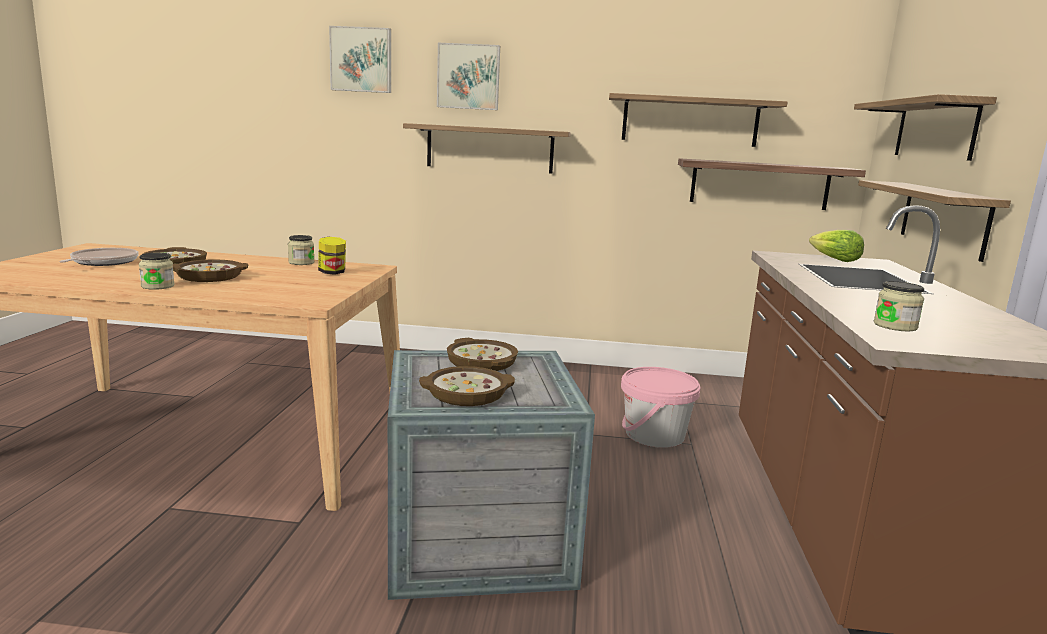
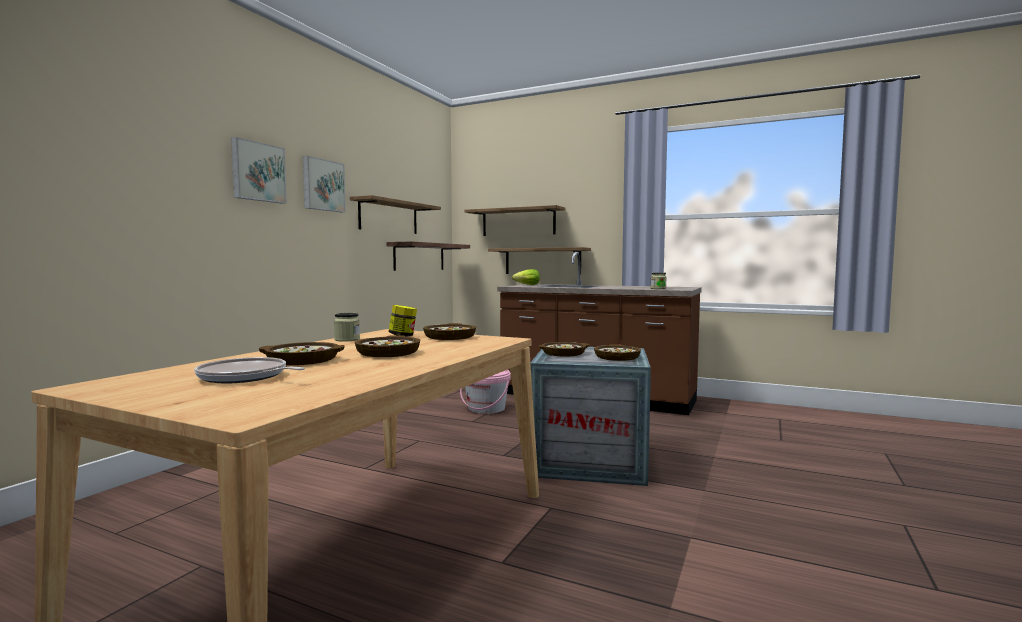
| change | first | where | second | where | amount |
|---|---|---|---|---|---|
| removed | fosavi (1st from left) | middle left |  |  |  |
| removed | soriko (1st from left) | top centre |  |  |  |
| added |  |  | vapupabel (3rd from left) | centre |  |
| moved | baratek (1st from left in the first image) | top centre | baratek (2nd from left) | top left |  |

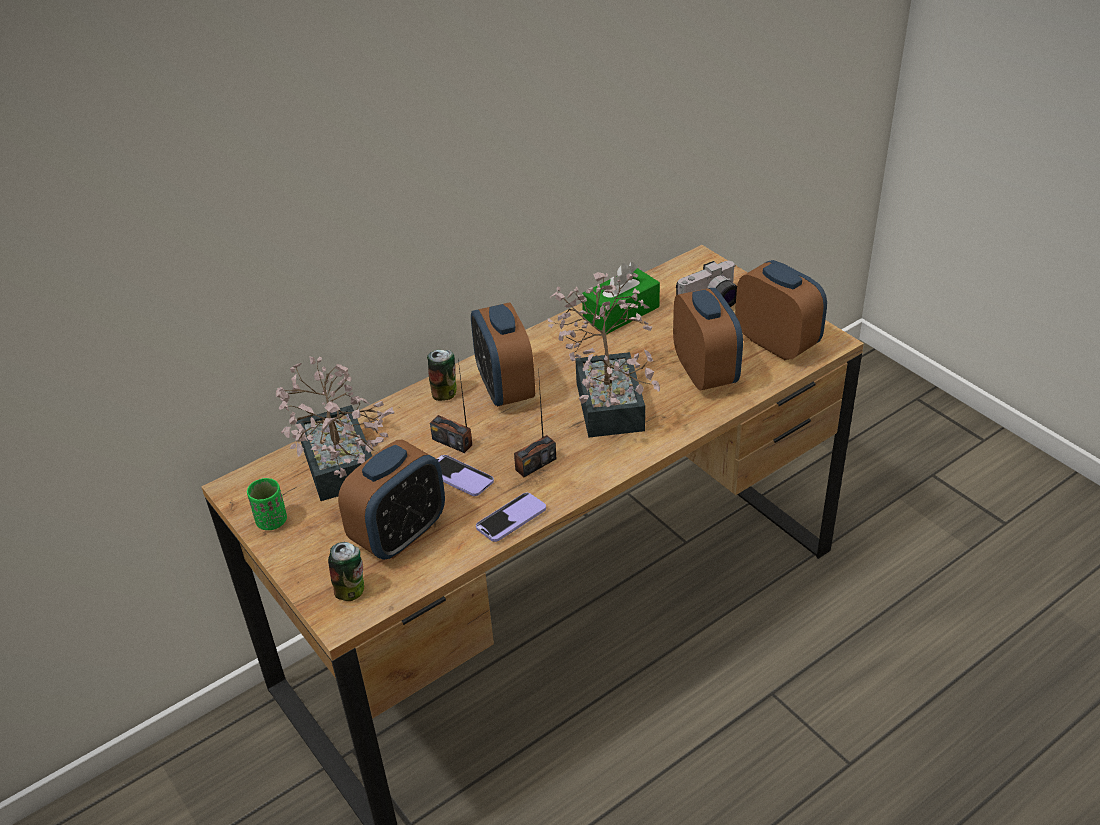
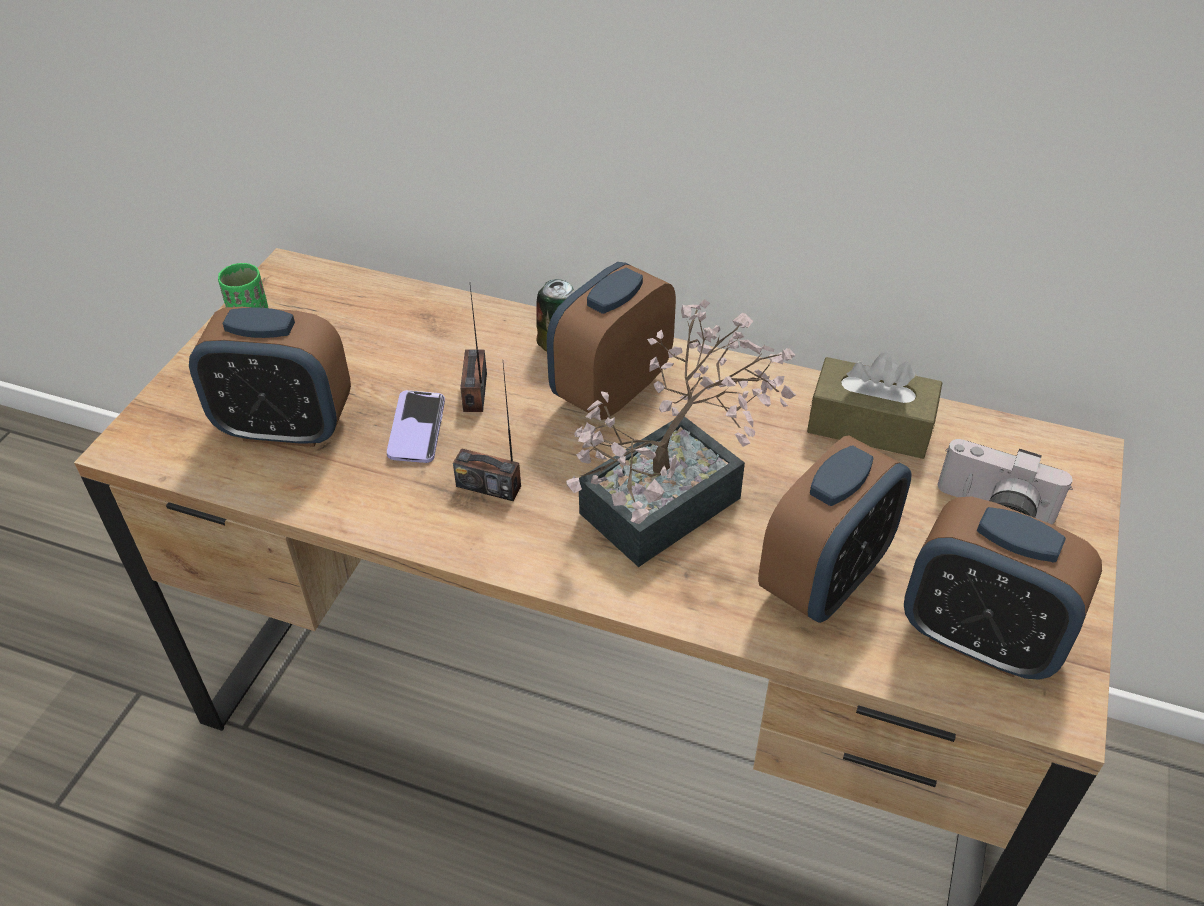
| change | first | where | second | where | amount |
|---|---|---|---|---|---|
| removed | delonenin (1st from left) | middle left |  |  |  |
| removed | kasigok (1st from left) | bottom left |  |  |  |
| removed | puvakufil (2nd from left) | centre |  |  |  |
| recoloured | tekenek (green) | centre | tekenek (brown) | middle right |  |
| turned | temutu (4th from left) | middle right |  | middle right | 105 degrees clockwise |

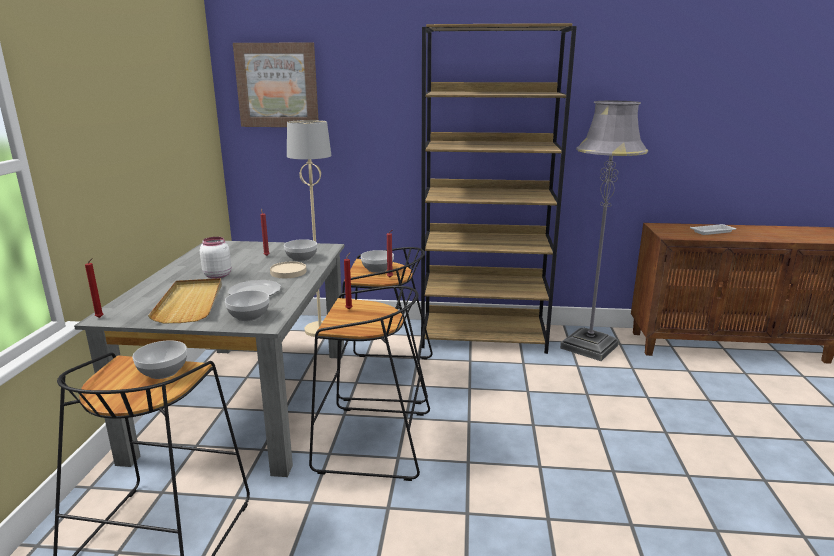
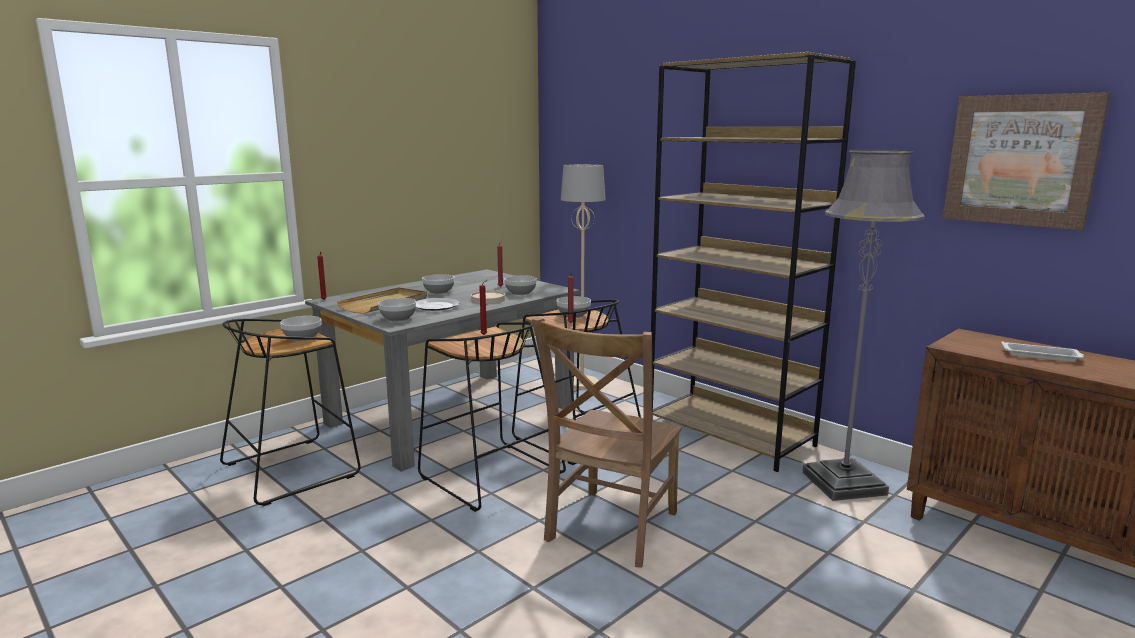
| change | first | where | second | where | amount |
|---|---|---|---|---|---|
| added |  |  | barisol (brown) | bottom centre |  |
| moved | baratek | top left |  | top right |  |
| replaced | fosavi (white) | middle left | vapupabel (3rd from left) | centre |  |

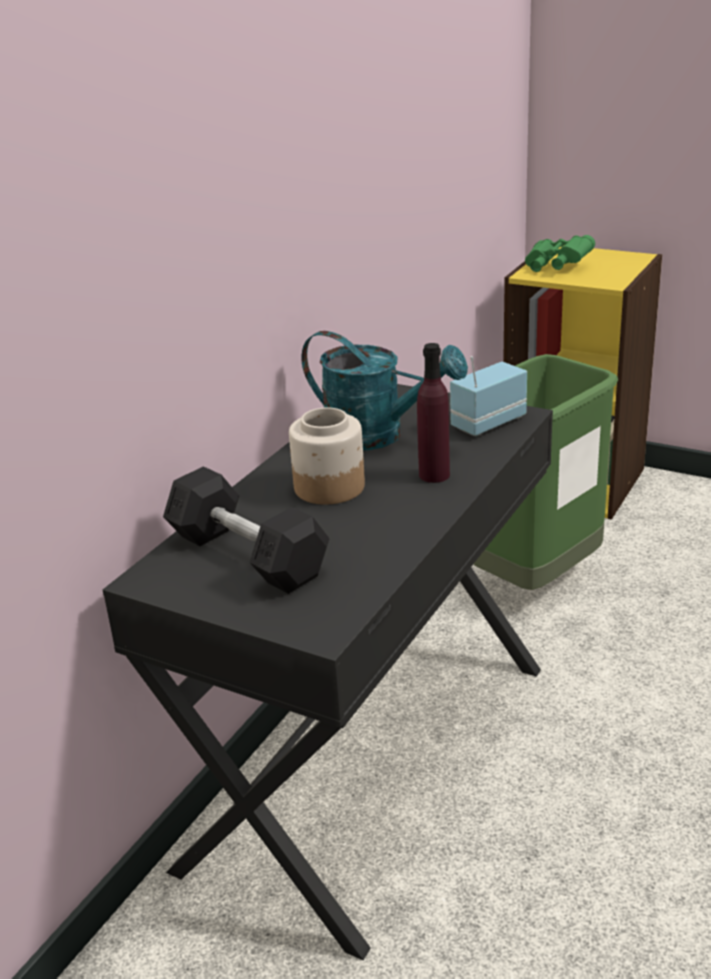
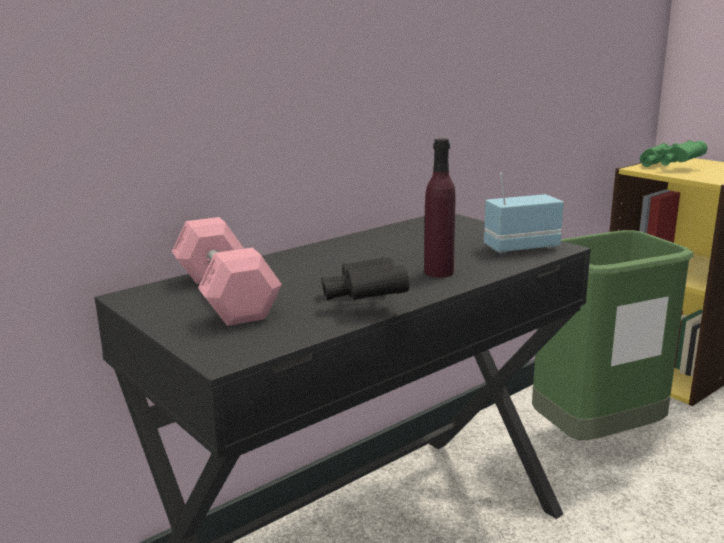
| change | first | where | second | where | amount |
|---|---|---|---|---|---|
| removed | fosavi | centre |  |  |  |
| removed | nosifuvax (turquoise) | centre |  |  |  |
| added |  |  | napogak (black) | centre |  |
| recoloured | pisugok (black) | centre | pisugok (pink) | middle left |  |

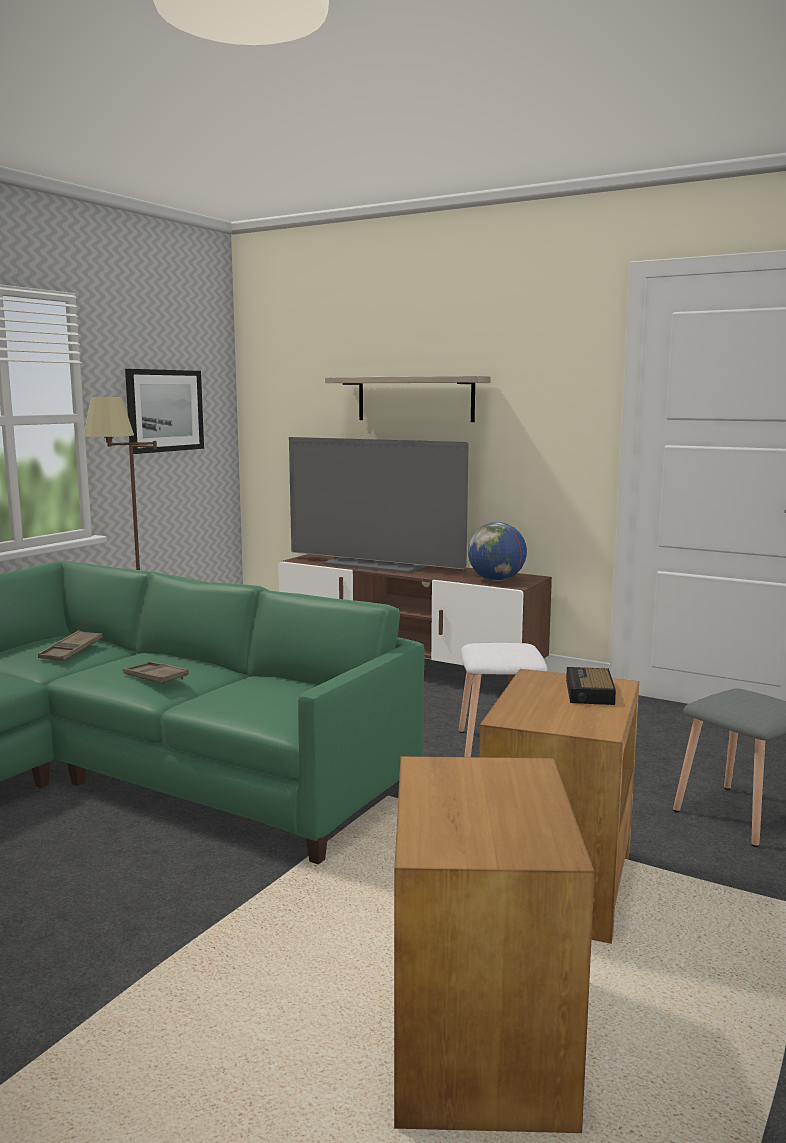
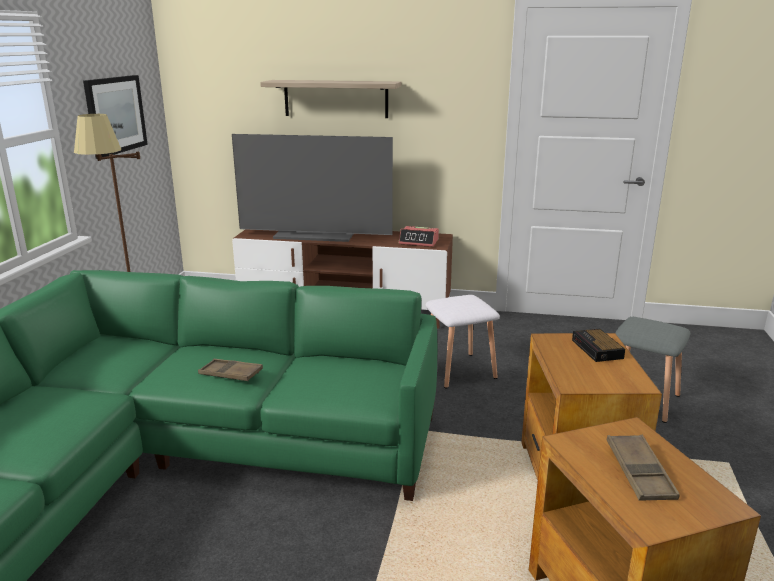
| change | first | where | second | where | amount |
|---|---|---|---|---|---|
| moved | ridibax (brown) (1st from left in the first image) | middle left | ridibax (brown) (2nd from left) | bottom right |  |
| replaced | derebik | centre | temutu (1st from left) | centre |  |

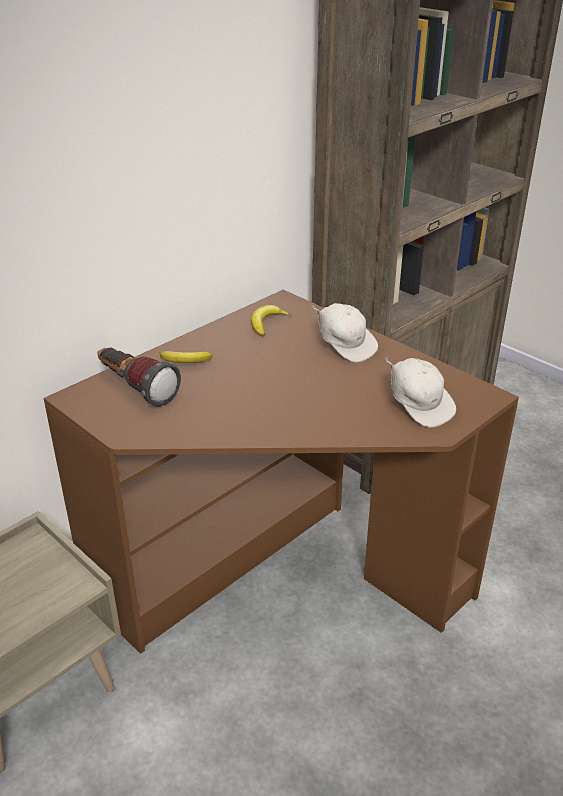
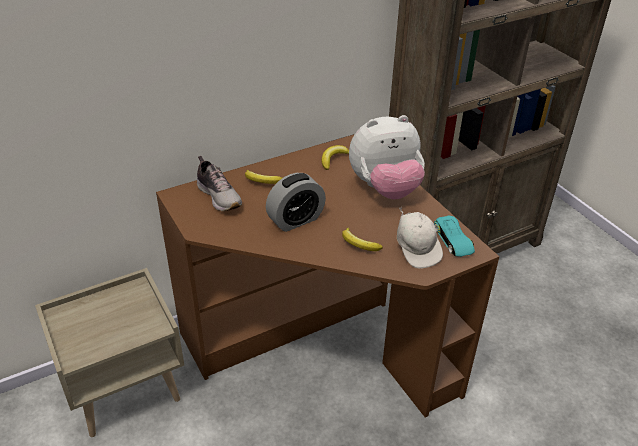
| change | first | where | second | where | amount |
|---|---|---|---|---|---|
| added |  |  | temutu | centre |  |
| added |  |  | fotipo (3rd from left) | centre |  |
| added |  |  | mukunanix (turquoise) | middle right |  |
| replaced | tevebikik | middle left | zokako | centre |  |
| replaced | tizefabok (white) (1st from left) | centre | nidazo | centre |  |

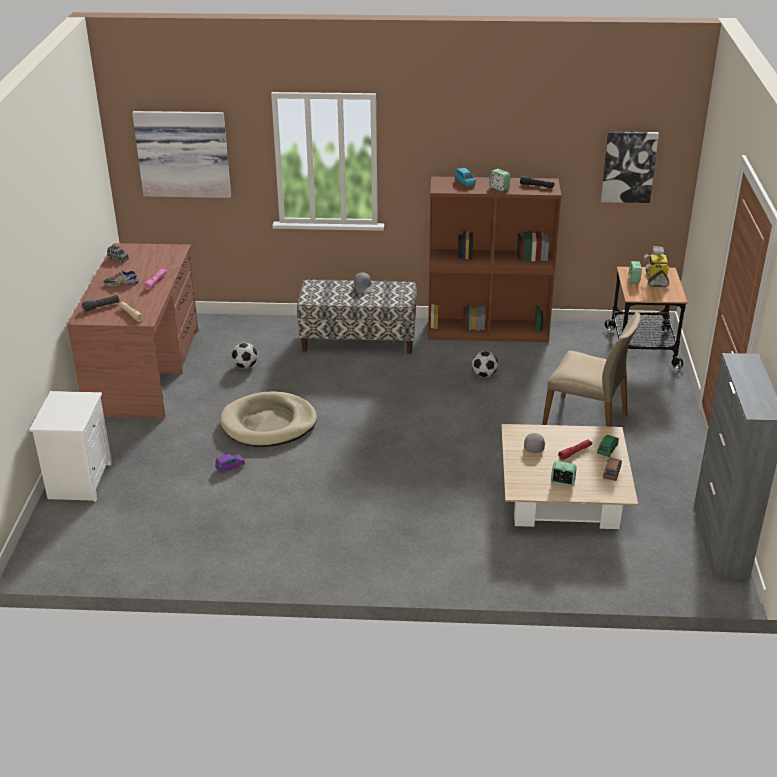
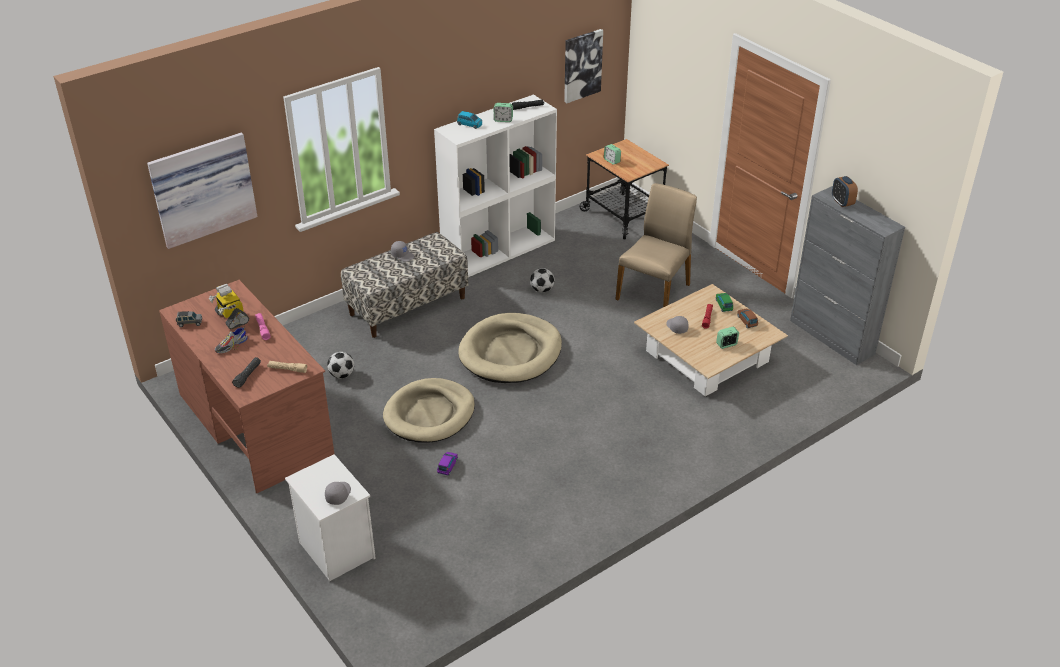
| change | first | where | second | where | amount |
|---|---|---|---|---|---|
| added |  |  | tizefabok (grey) (1st from left) | bottom left |  |
| added |  |  | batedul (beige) (2nd from left) | centre |  |
| added |  |  | temutu (4th from left) | top right |  |
| moved | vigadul | middle right |  | middle left |  |
| recoloured | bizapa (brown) | centre | bizapa (white) | top centre |  |
| turned | barisol (beige) | middle right |  | centre | 45 degrees counterclockwise |

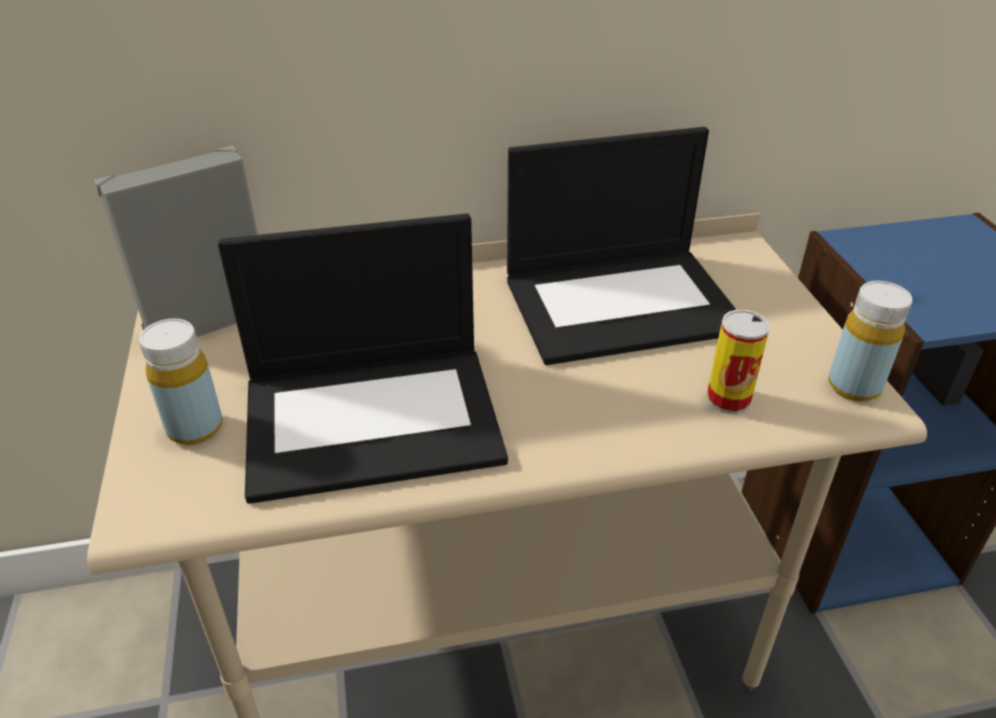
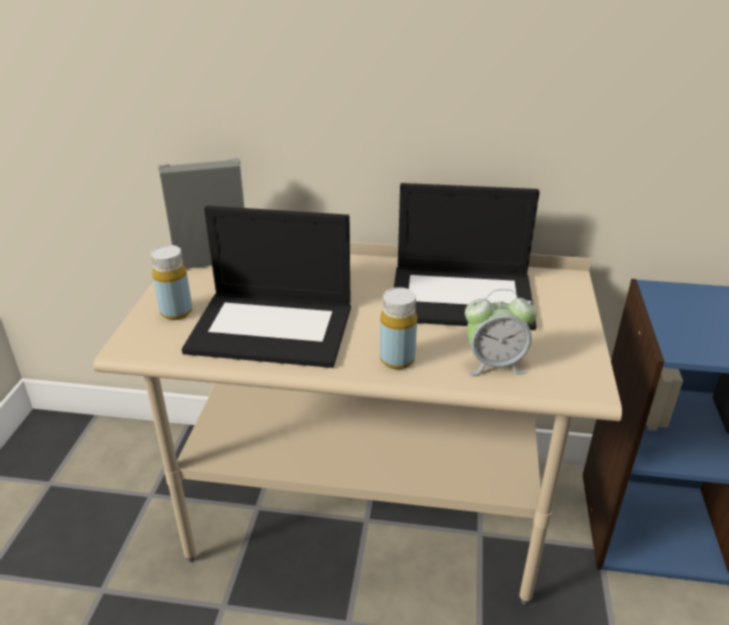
| change | first | where | second | where | amount |
|---|---|---|---|---|---|
| moved | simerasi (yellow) (2nd from left) | middle right |  | centre |  |
| replaced | kasigok | middle right | temutu | middle right |  |

